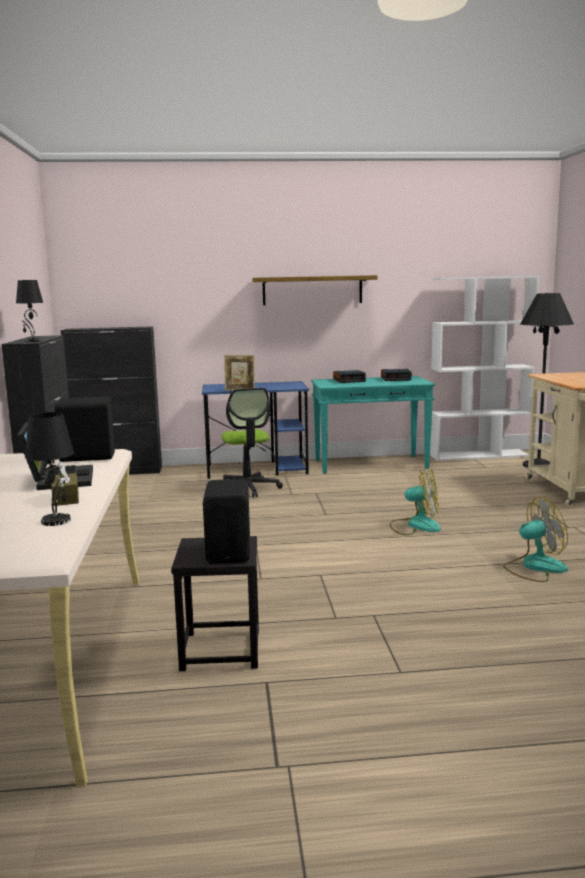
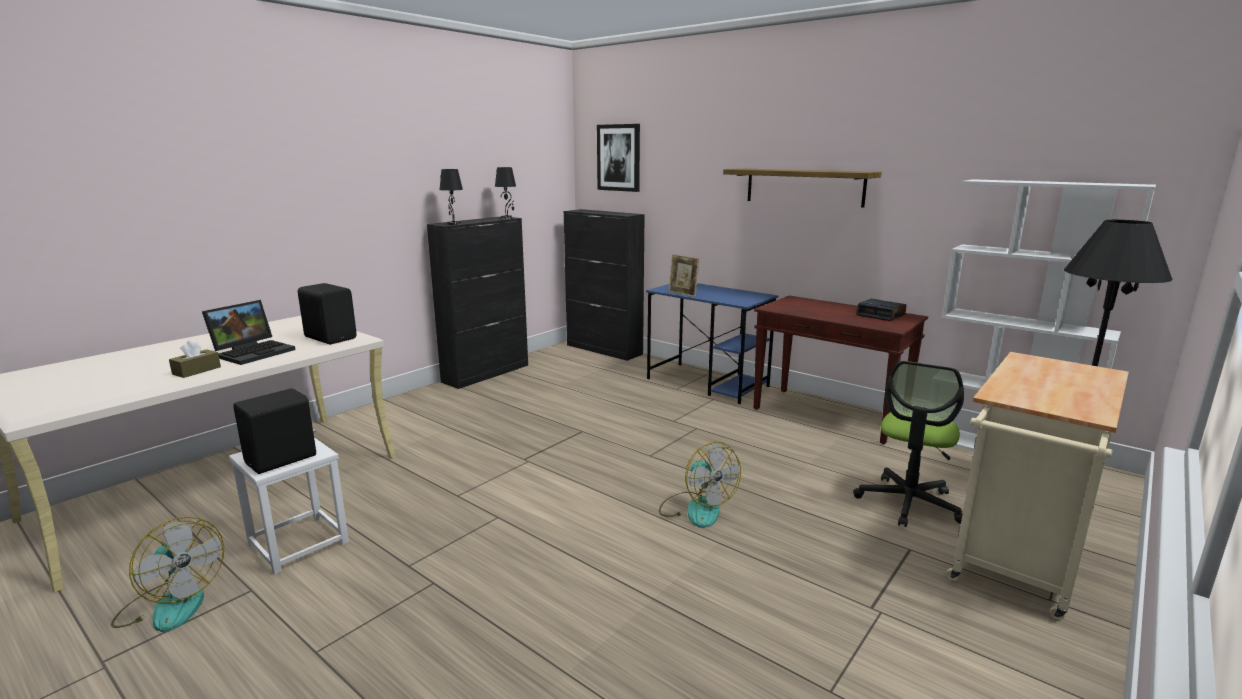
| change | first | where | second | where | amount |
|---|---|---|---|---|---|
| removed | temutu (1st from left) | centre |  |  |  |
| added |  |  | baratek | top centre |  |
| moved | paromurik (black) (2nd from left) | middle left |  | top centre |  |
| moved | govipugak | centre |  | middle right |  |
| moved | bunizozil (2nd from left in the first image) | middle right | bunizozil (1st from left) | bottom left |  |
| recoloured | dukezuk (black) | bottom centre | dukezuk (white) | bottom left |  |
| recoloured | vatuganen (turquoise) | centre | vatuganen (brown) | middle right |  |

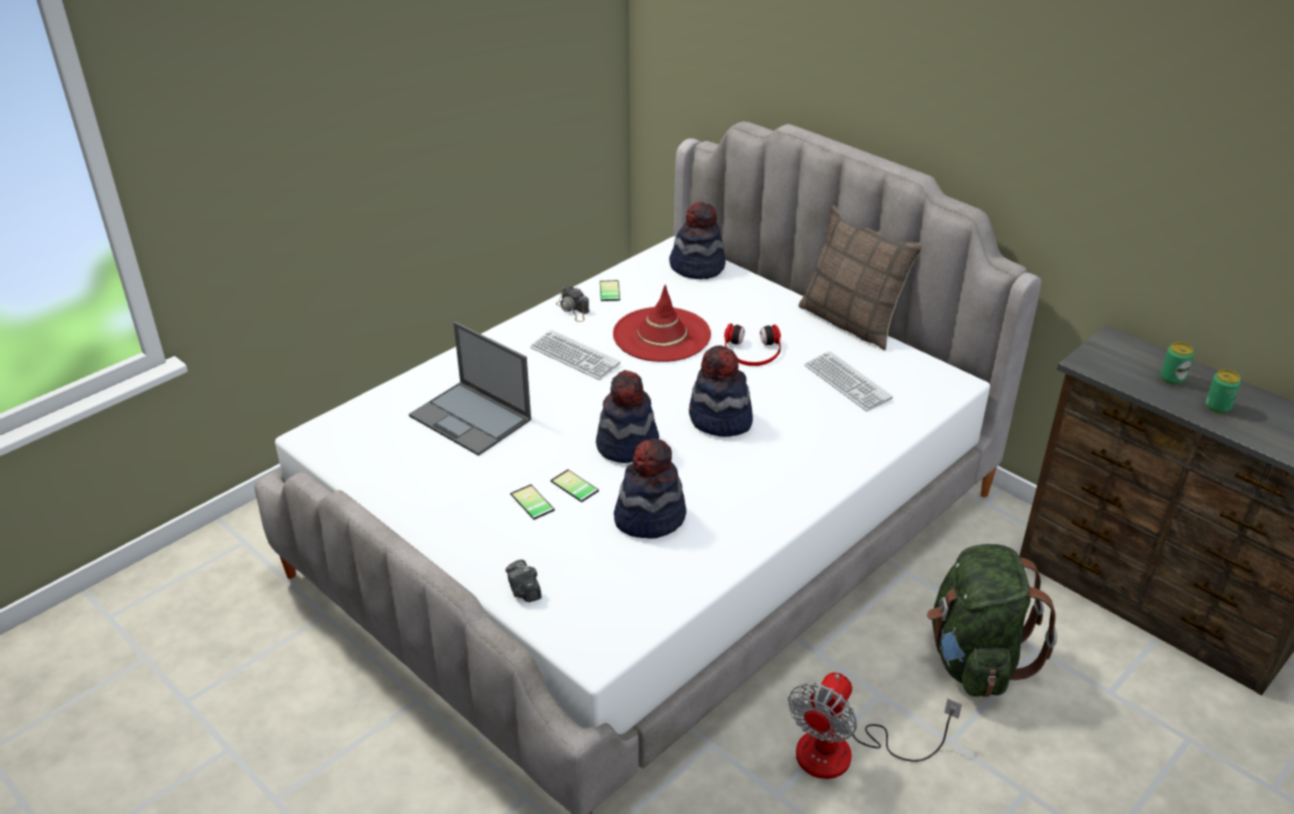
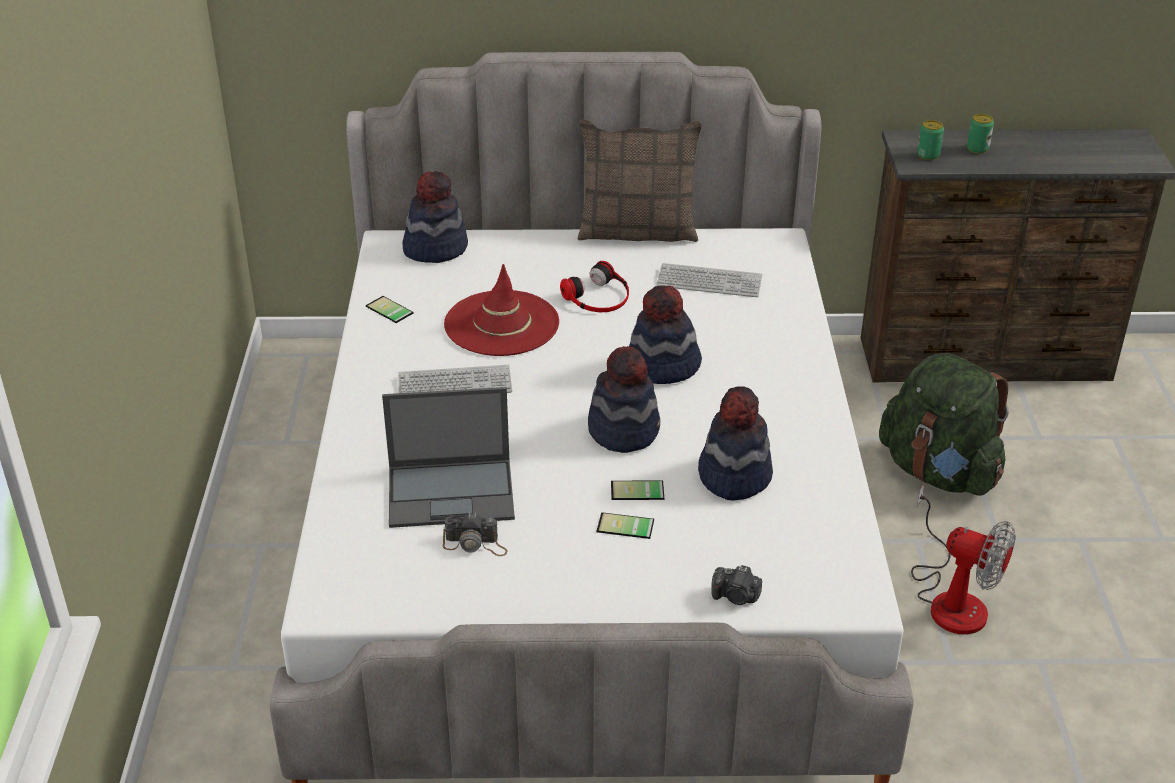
| change | first | where | second | where | amount |
|---|---|---|---|---|---|
| moved | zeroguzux (2nd from left in the first image) | centre | zeroguzux (1st from left) | bottom centre |  |
| moved | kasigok (2nd from left in the first image) | middle right | kasigok (1st from left) | top right |  |
| turned | bunizozil | bottom right |  | bottom right | 45 degrees counterclockwise |

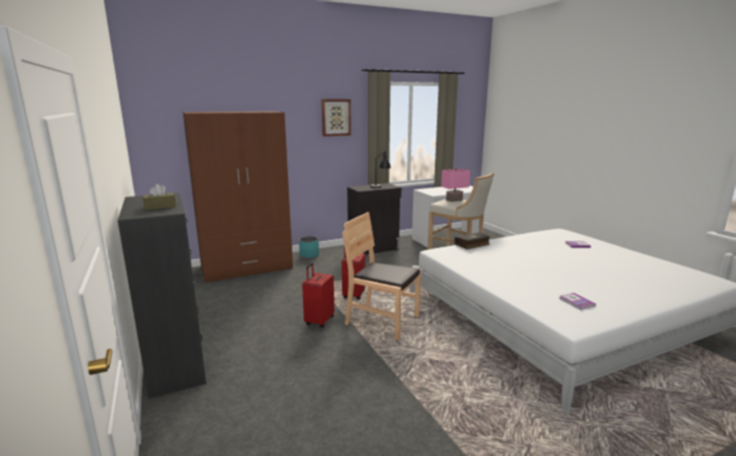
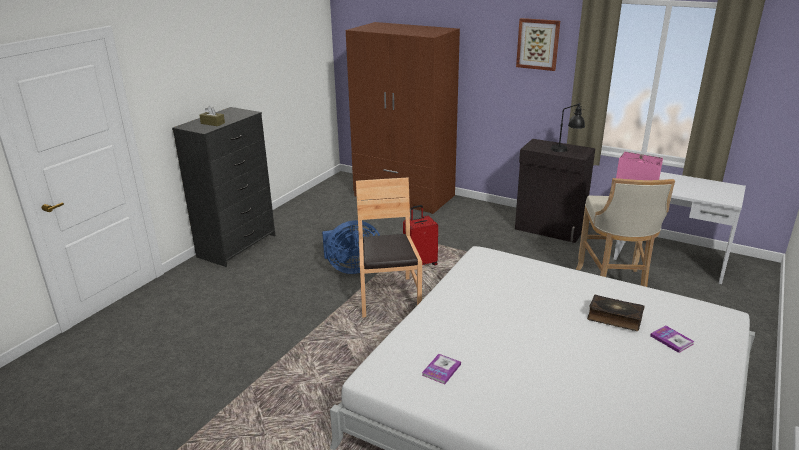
| change | first | where | second | where | amount |
|---|---|---|---|---|---|
| removed | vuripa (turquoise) | centre |  |  |  |
| moved | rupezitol (1st from left in the first image) | centre | rupezitol (2nd from left) | bottom right |  |
| replaced | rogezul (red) (1st from left) | centre | bunizozil (blue) | centre |  |

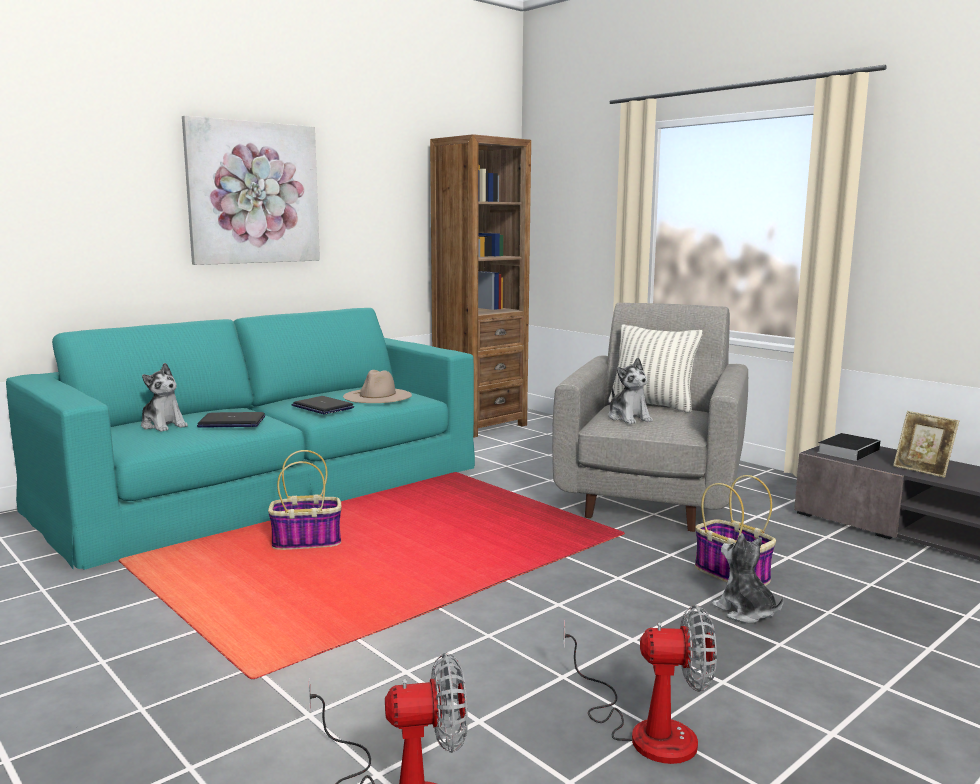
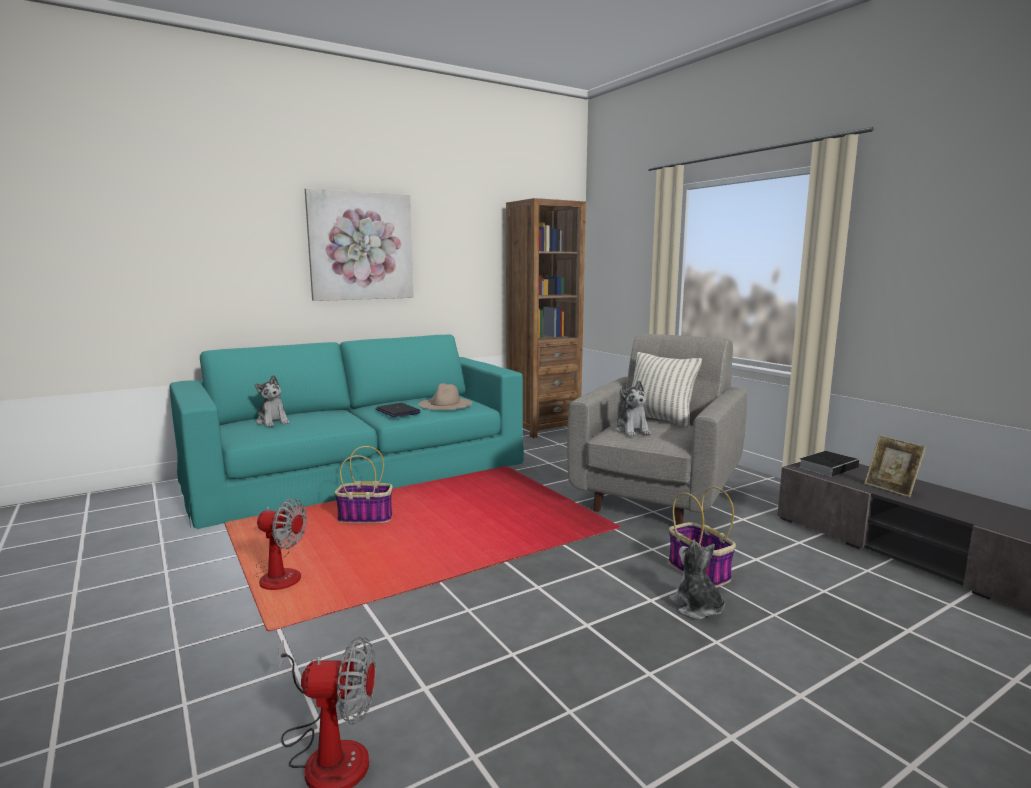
| change | first | where | second | where | amount |
|---|---|---|---|---|---|
| removed | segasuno (1st from left) | middle left |  |  |  |
| moved | bunizozil (2nd from left in the first image) | bottom centre | bunizozil (1st from left) | bottom left |  |

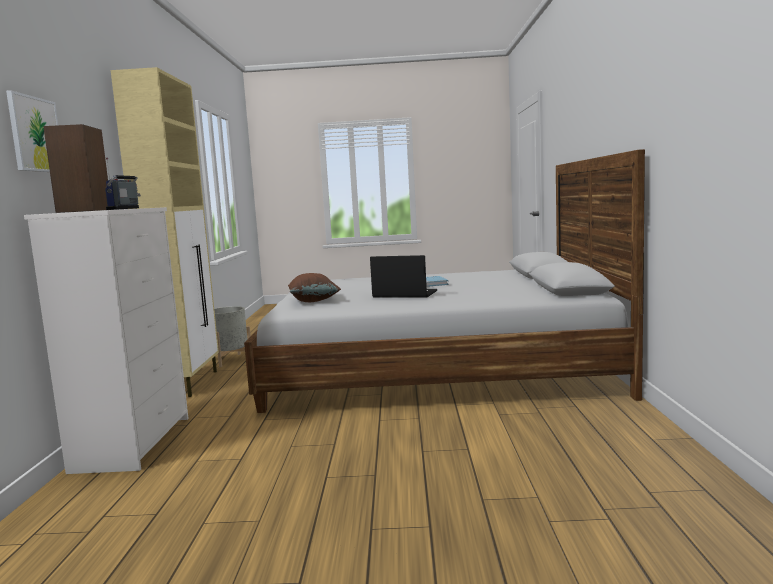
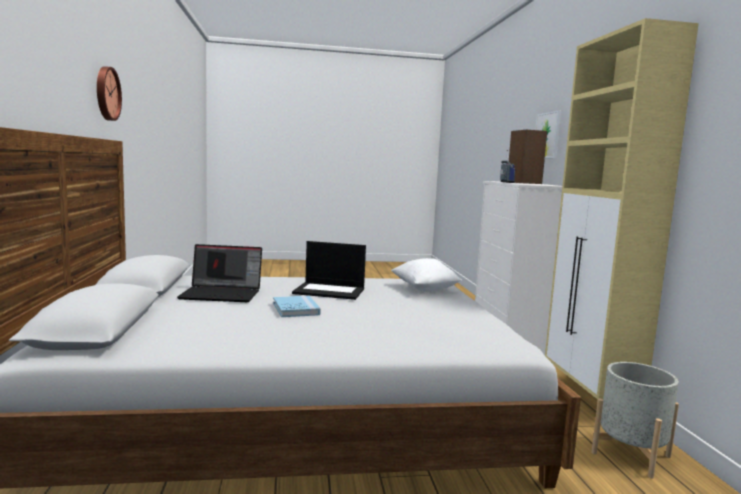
| change | first | where | second | where | amount |
|---|---|---|---|---|---|
| added |  |  | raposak | top left |  |
| added |  |  | segasuno (1st from left) | middle left |  |
| recoloured | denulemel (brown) | centre | denulemel (white) | centre |  |

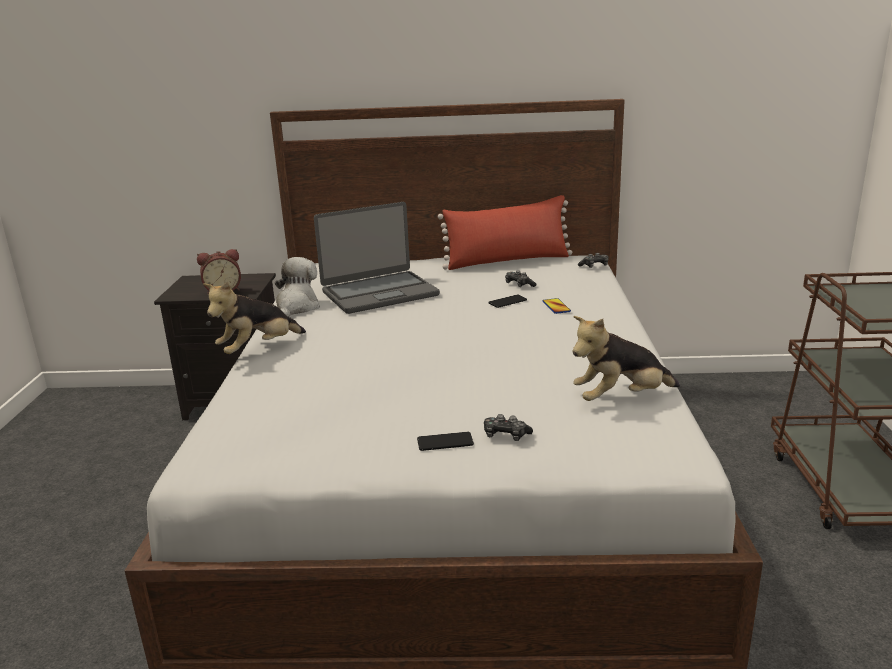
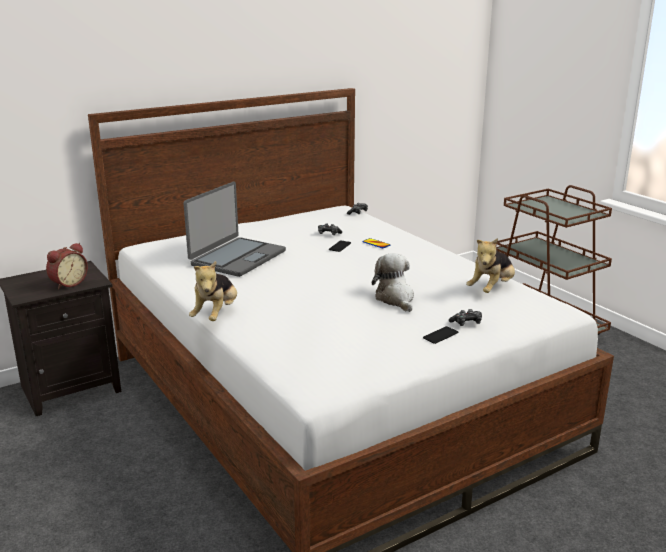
| change | first | where | second | where | amount |
|---|---|---|---|---|---|
| removed | denulemel (red) | centre |  |  |  |
| moved | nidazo (2nd from left) | middle left |  | centre |  |

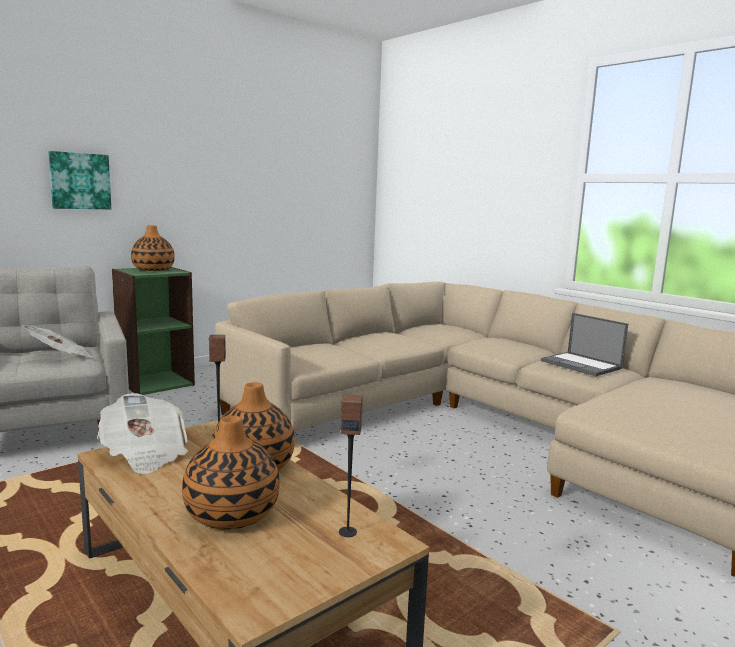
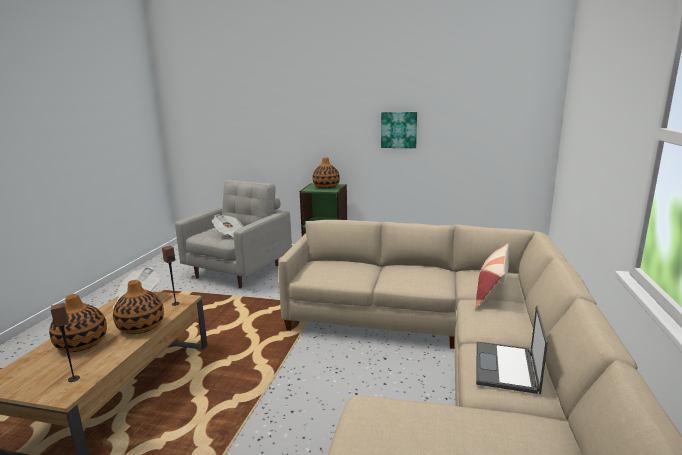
| change | first | where | second | where | amount |
|---|---|---|---|---|---|
| added |  |  | denulemel | middle right |  |
| moved | baratek | top left |  | top centre |  |

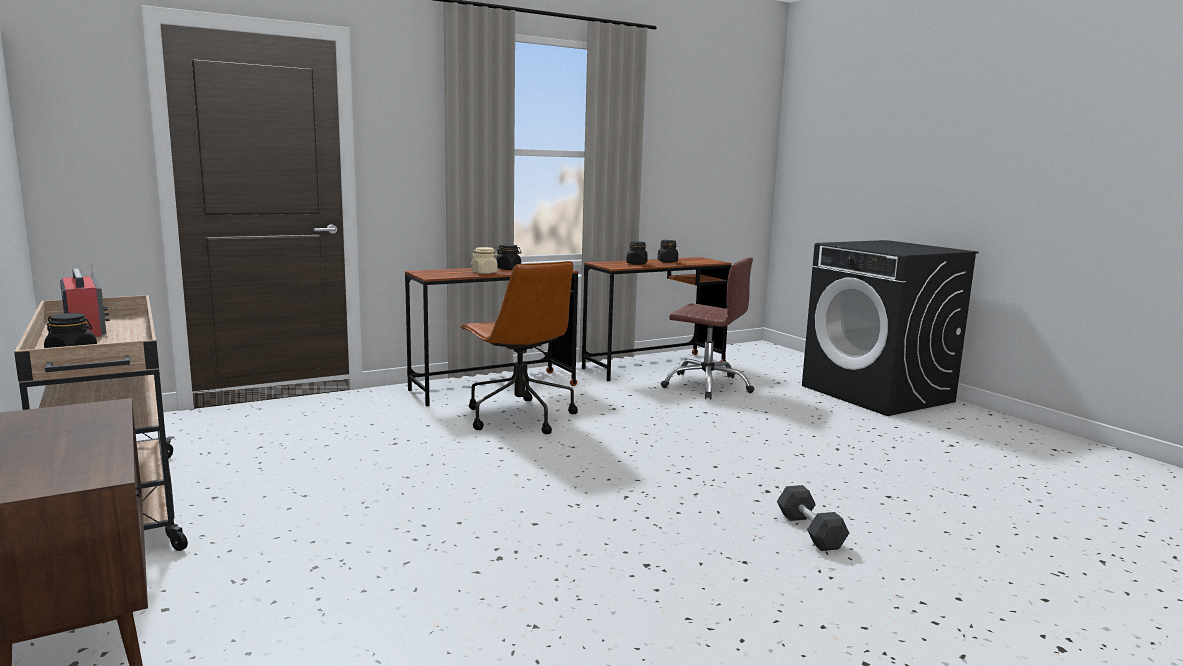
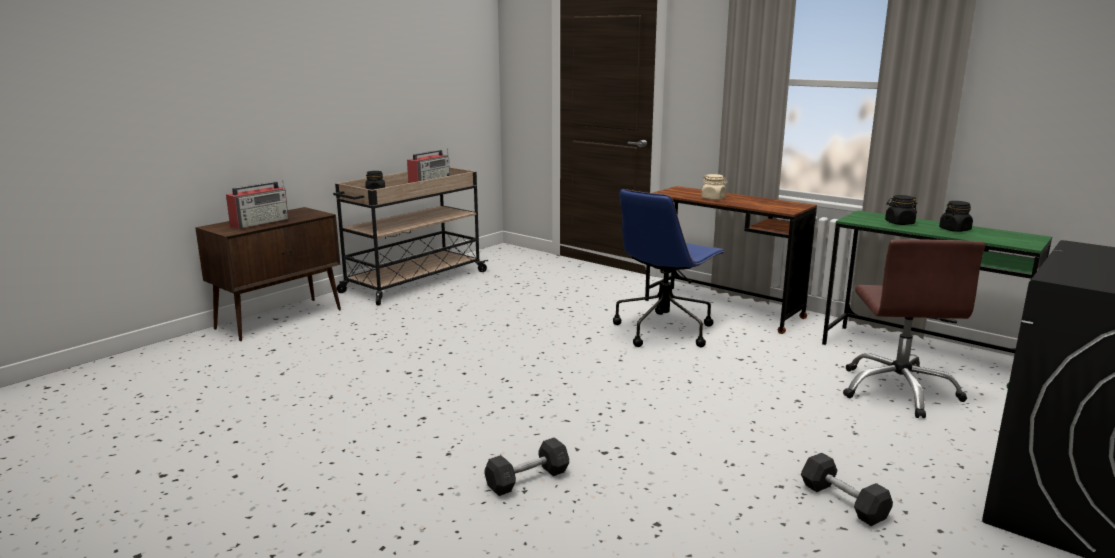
| change | first | where | second | where | amount |
|---|---|---|---|---|---|
| removed | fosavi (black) (2nd from left) | centre |  |  |  |
| added |  |  | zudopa (1st from left) | middle left |  |
| added |  |  | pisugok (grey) (2nd from left) | bottom right |  |
| recoloured | govipugak (brown) (1st from left) | centre | govipugak (blue) | centre |  |
| recoloured | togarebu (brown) (2nd from left) | centre | togarebu (green) | middle right |  |

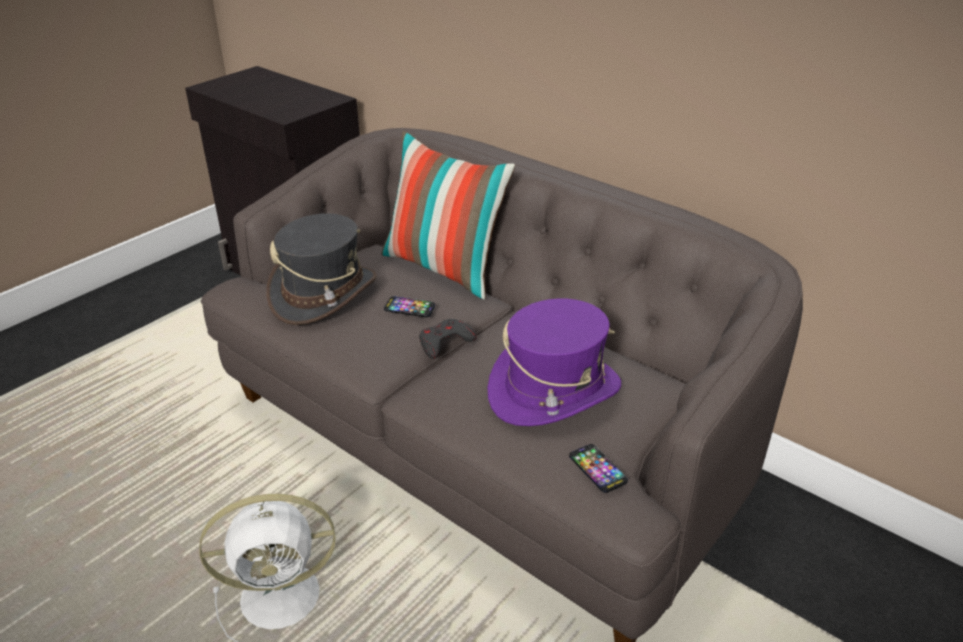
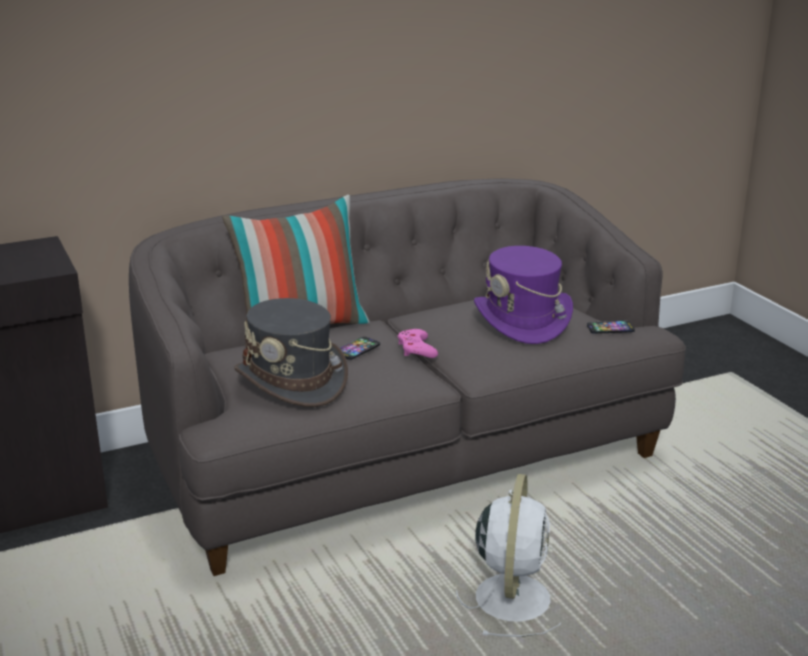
| change | first | where | second | where | amount |
|---|---|---|---|---|---|
| recoloured | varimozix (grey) | centre | varimozix (pink) | centre |  |

